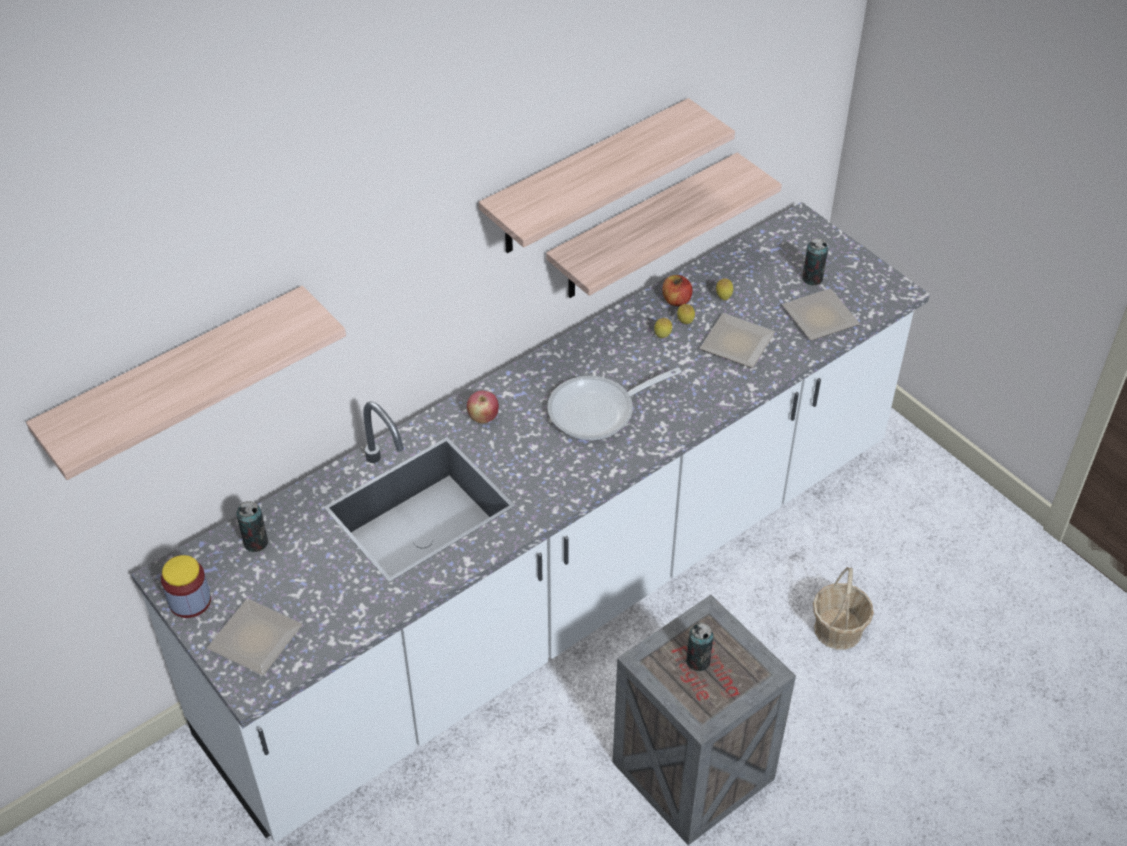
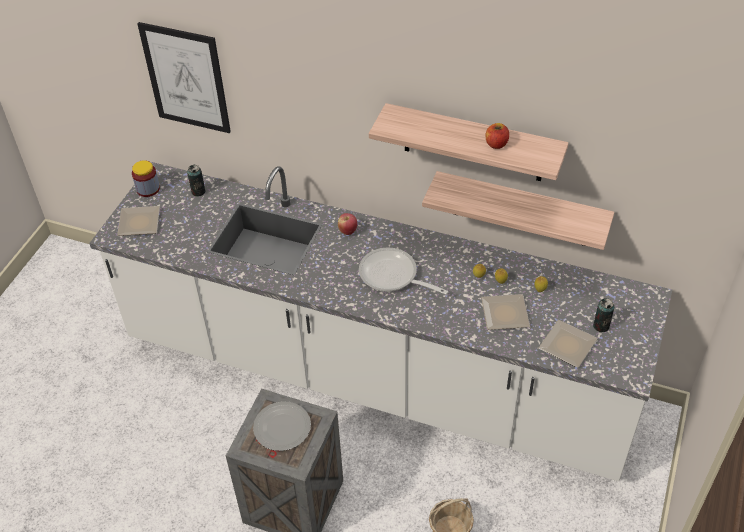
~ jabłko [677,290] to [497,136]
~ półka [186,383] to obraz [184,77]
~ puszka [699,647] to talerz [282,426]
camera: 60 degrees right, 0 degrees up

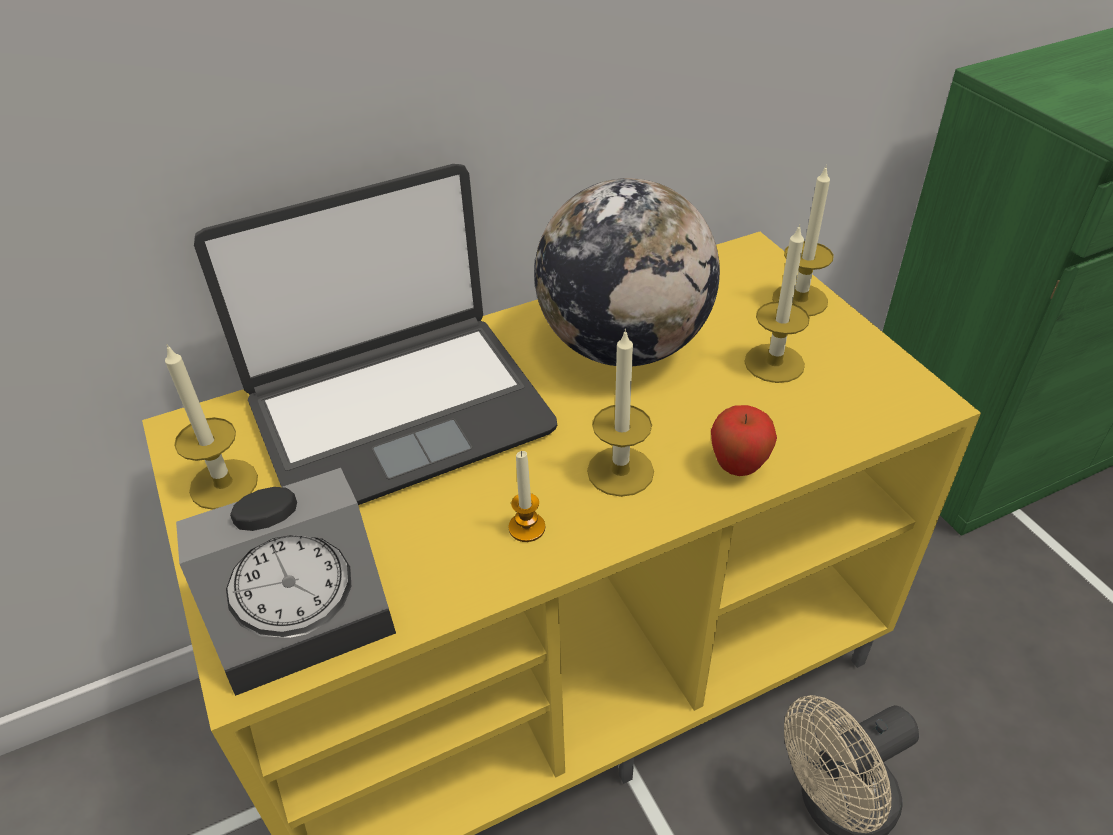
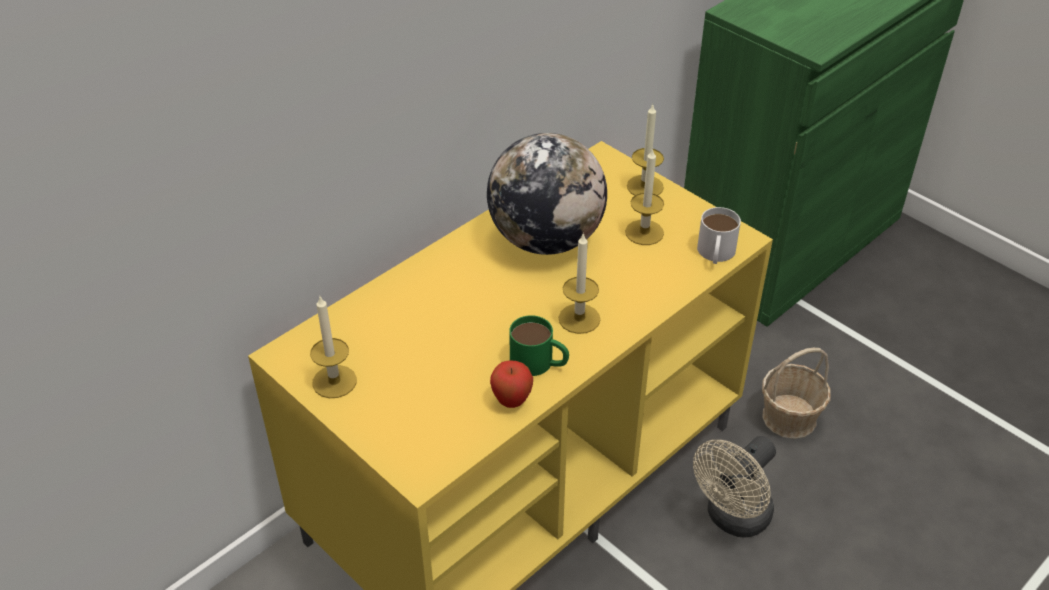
- budzik [286,582]
- laptop [375,334]
+ kubek (biały) [719,235]
+ koszyk [796,393]
~ jabłko [744,440] to [511,384]
~ świeca [527,496] to kubek (zielony) [539,345]
camera: 20 degrees left, 0 degrees up

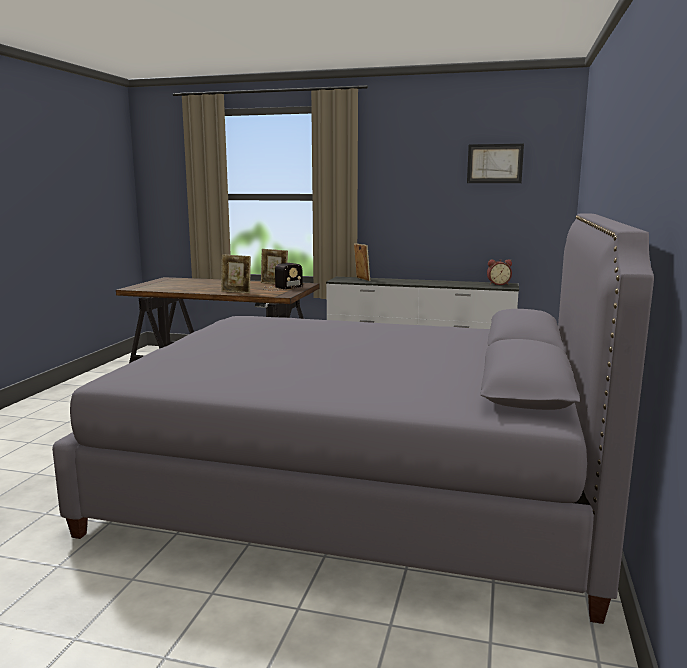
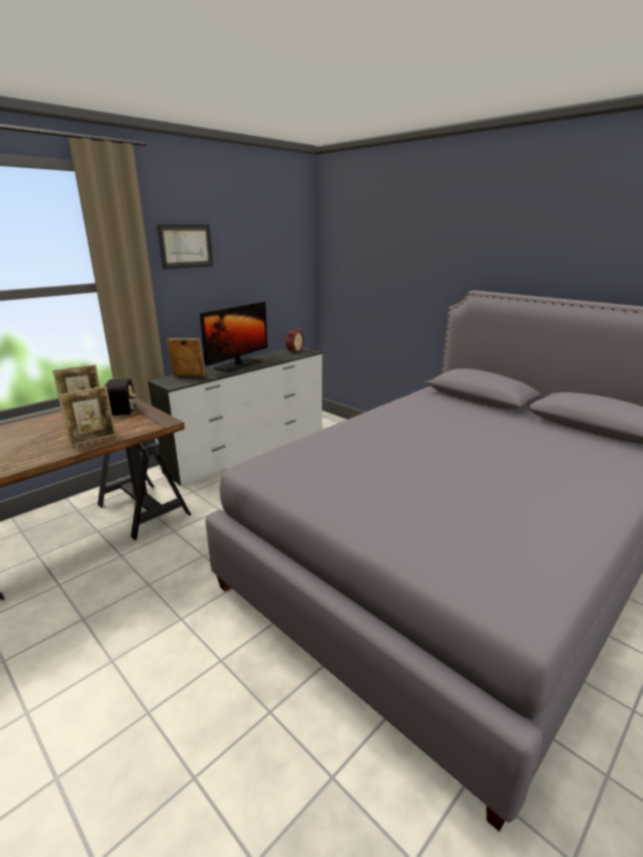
+ monitor [234,337]
~ obraz [495,163] to [185,246]
camera: 60 degrees left, 10 degrees up

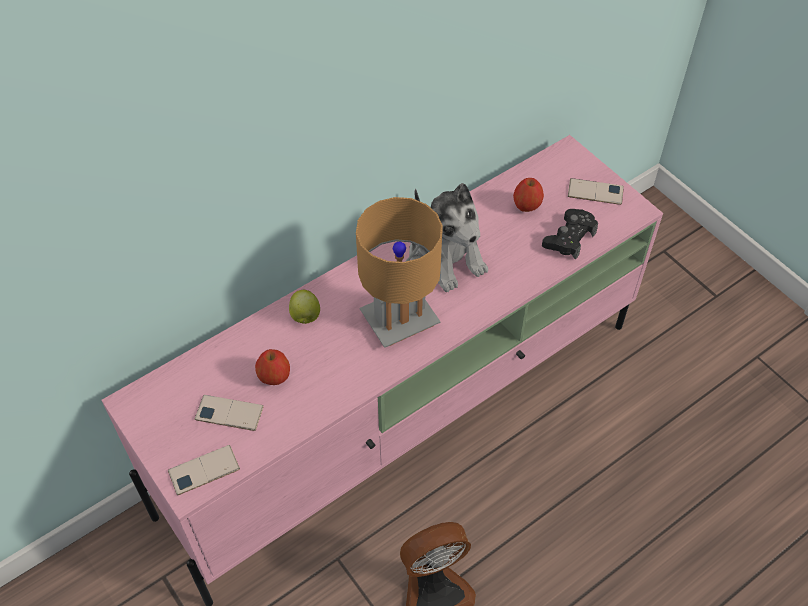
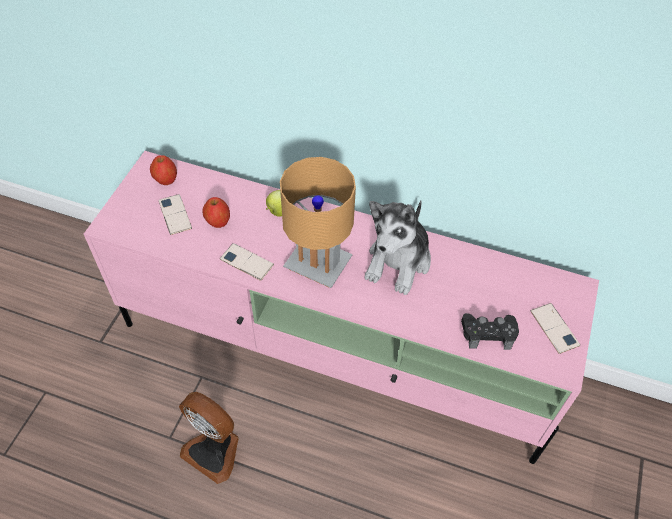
~ telefon [204,470] to [247,262]
~ jabłko [528,195] to [163,170]
camera: 55 degrees right, 0 degrees up

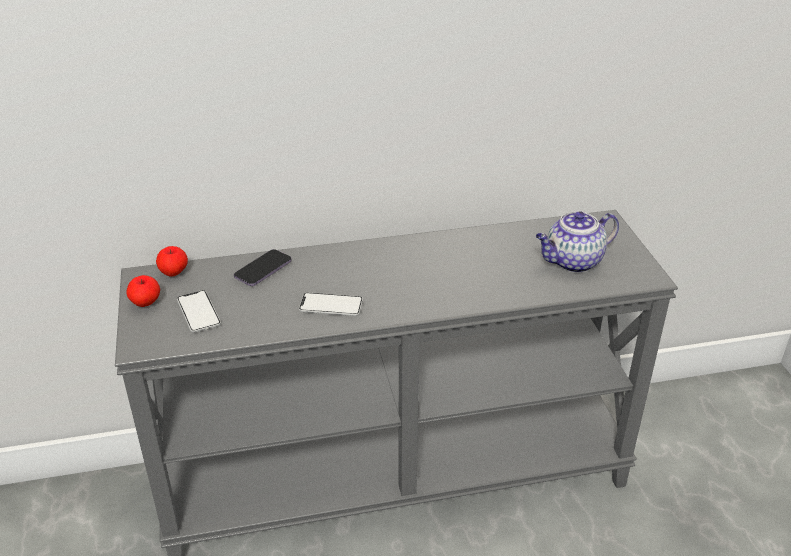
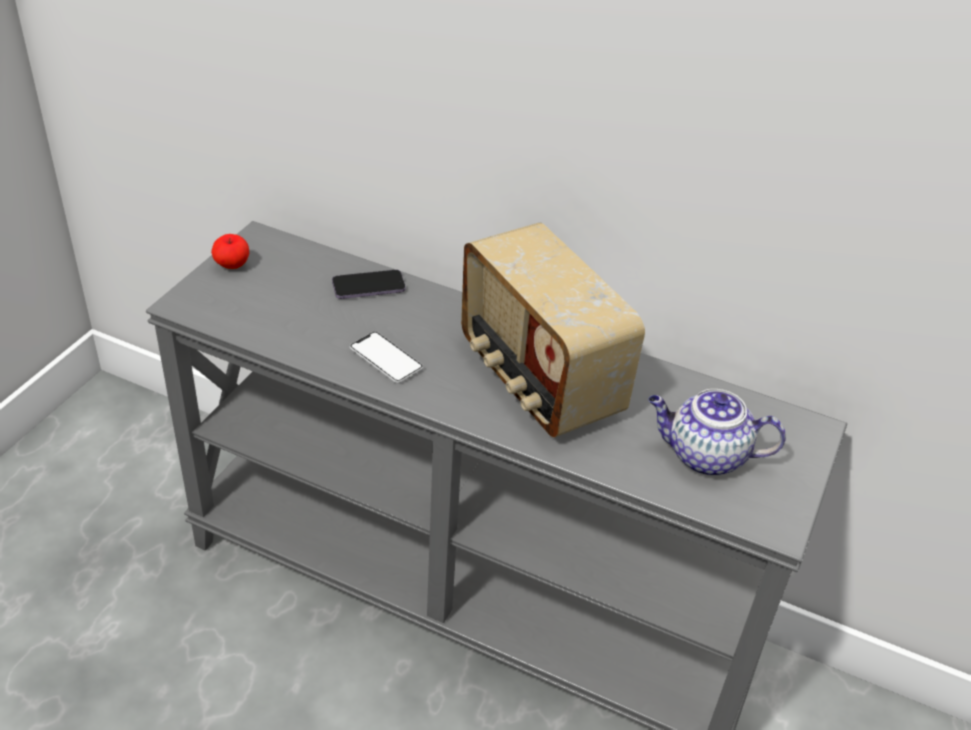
- jabłko [172,261]
- telefon [199,311]
+ radio [553,330]
camera: 35 degrees right, 5 degrees up

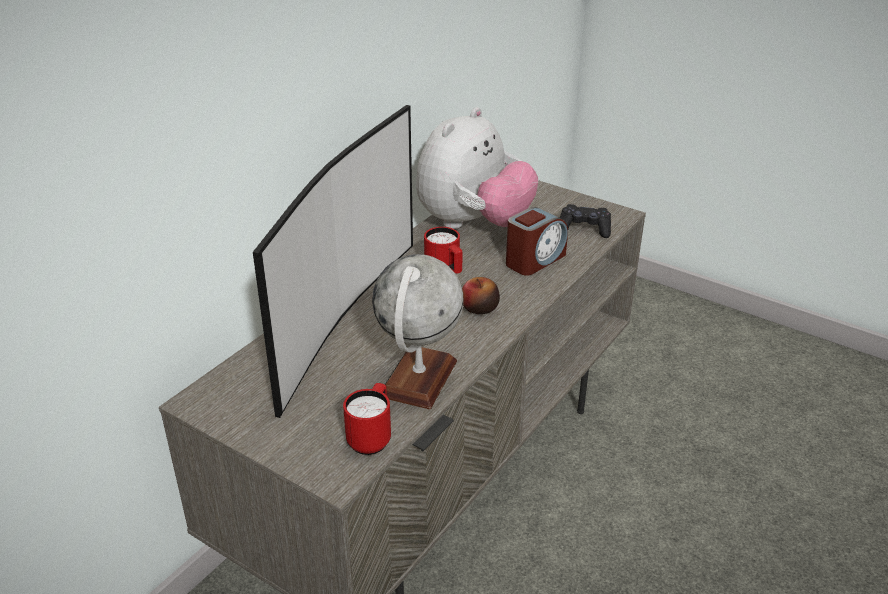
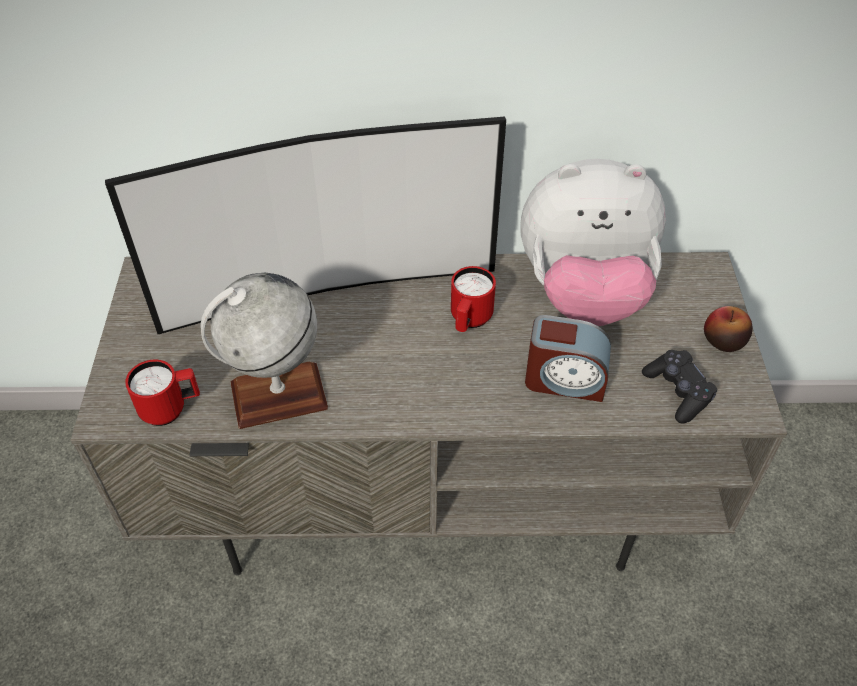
~ jabłko [481,295] to [728,329]
camera: 55 degrees right, 15 degrees up

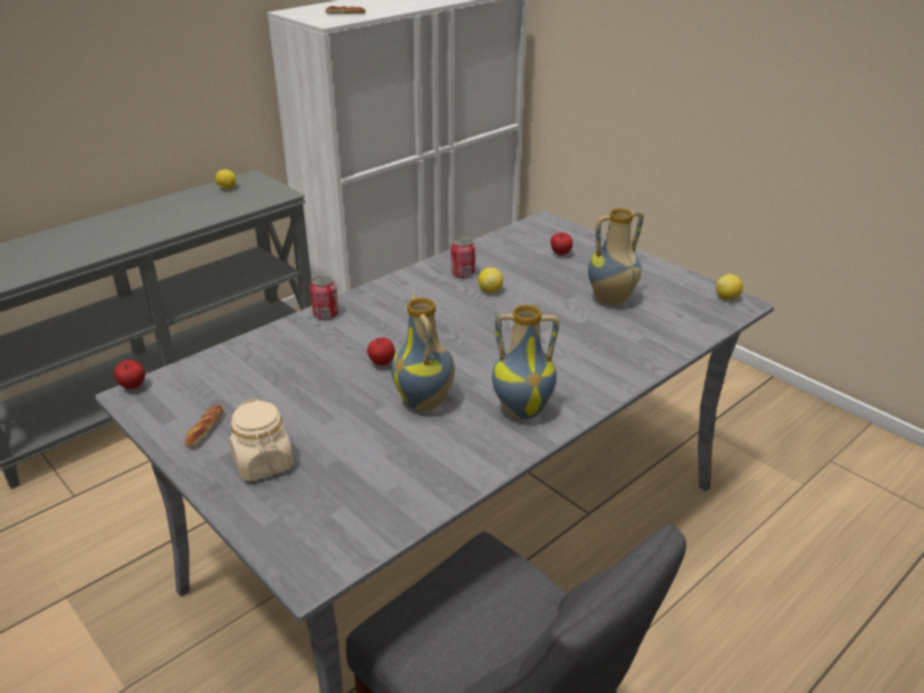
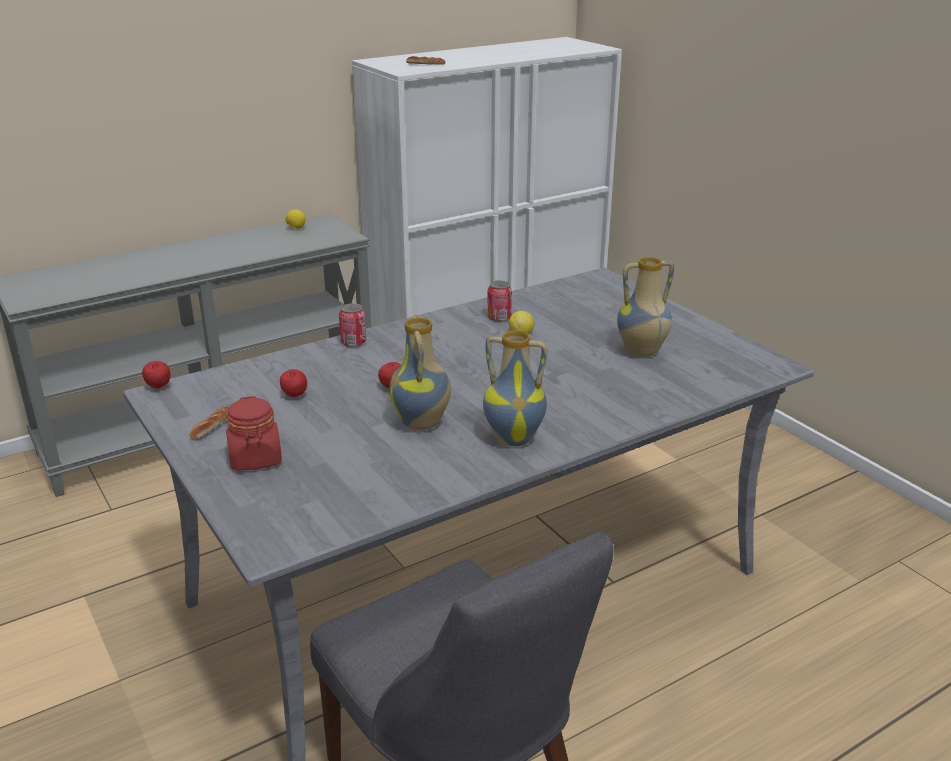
- cytryna [729,287]
~ jabłko [562,243] to [293,383]
~ słoik (beżowy) [262,440] to słoik (czerwony) [254,433]
camera: 10 degrees right, 5 degrees down

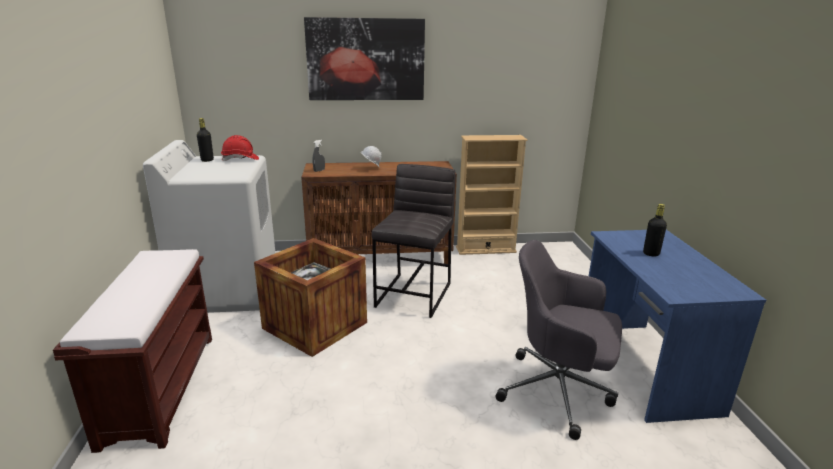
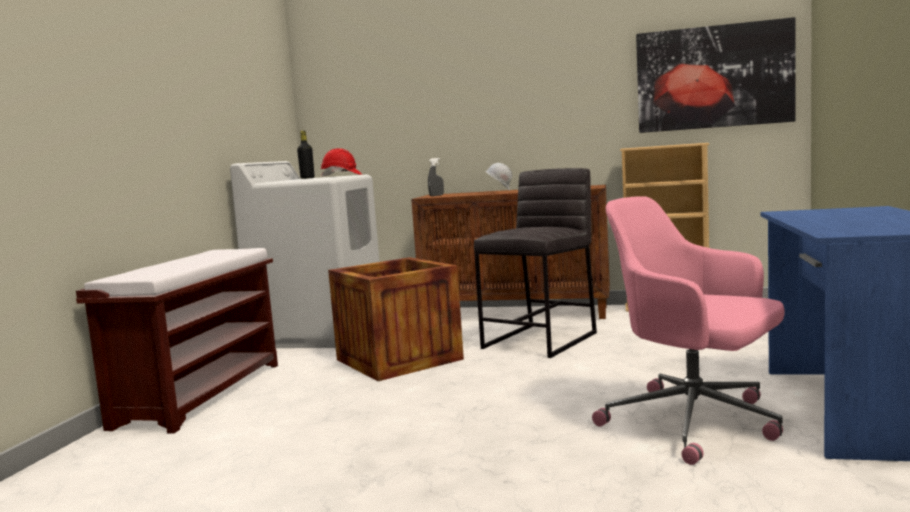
- butelka (czarny) [655,230]
~ obraz [364,58] to [715,75]
~ krzesło biurowe (szary) [559,340] to krzesło biurowe (różowy) [688,330]
camera: 20 degrees right, 15 degrees down

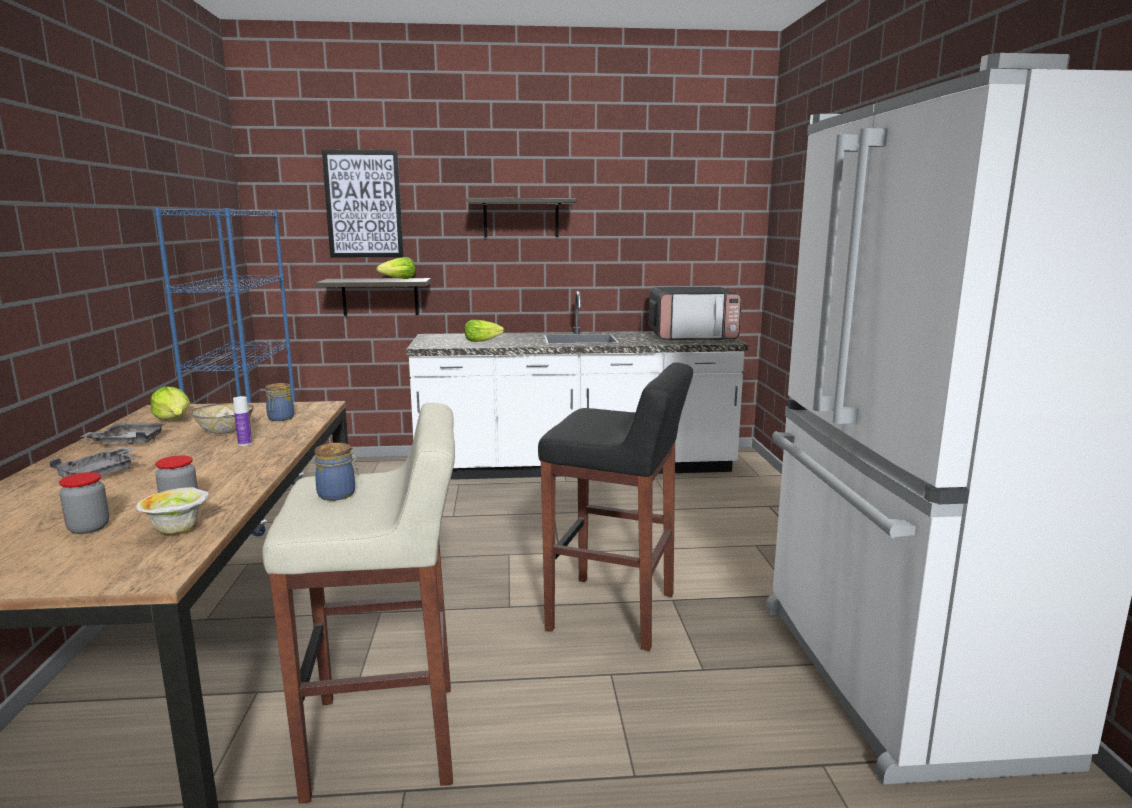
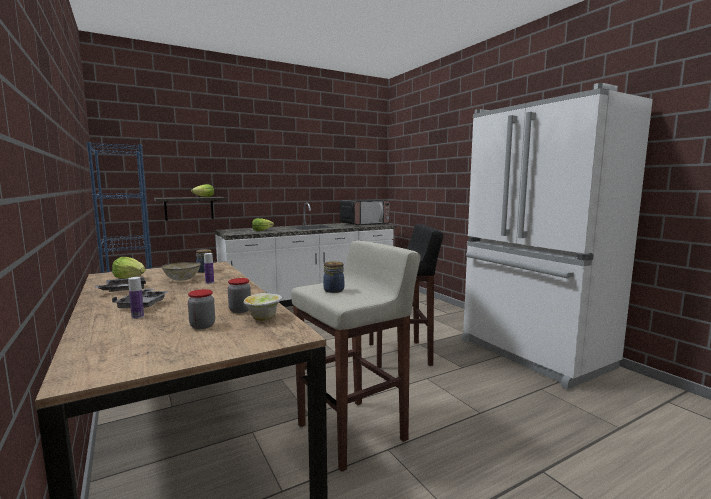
- obraz [363,203]
- półka [522,218]
+ butelka [136,298]
camera: 25 degrees left, 5 degrees down

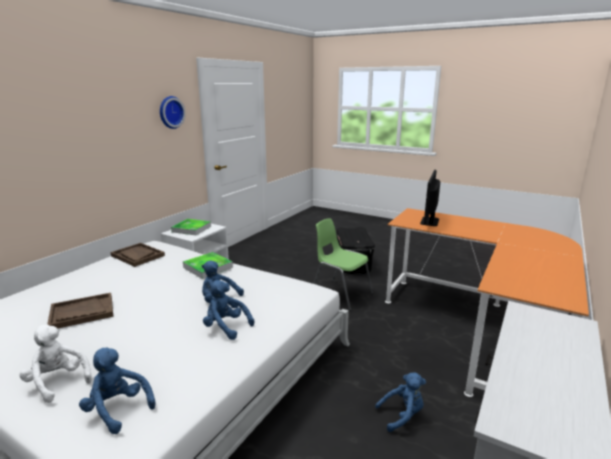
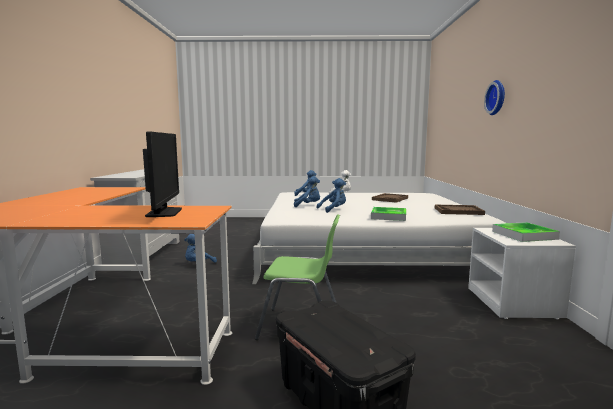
~ zegar ścienny [173,112] to [494,97]
camera: 150 degrees right, 10 degrees down

